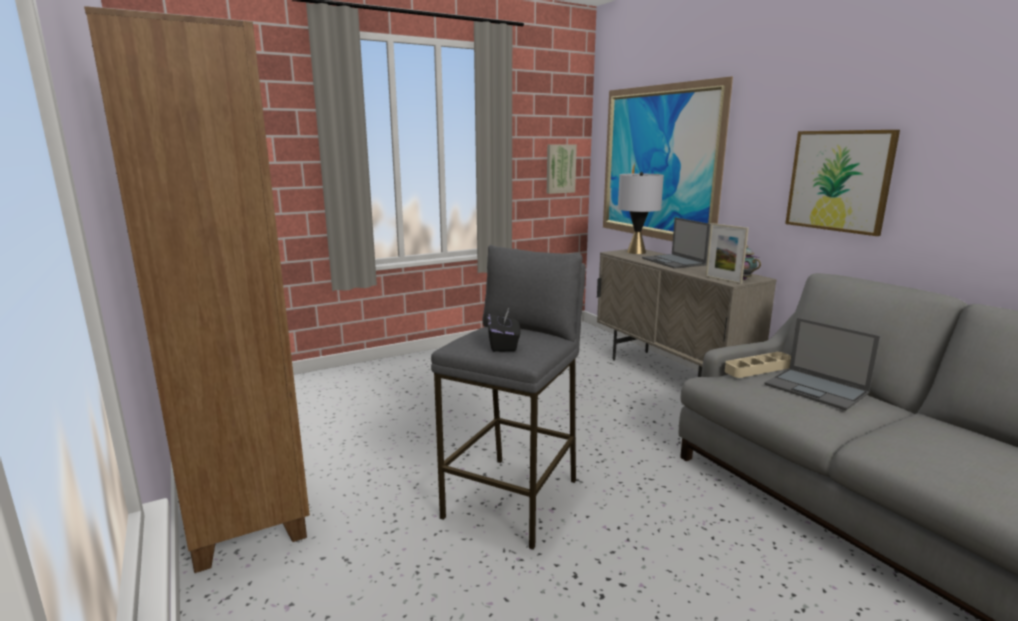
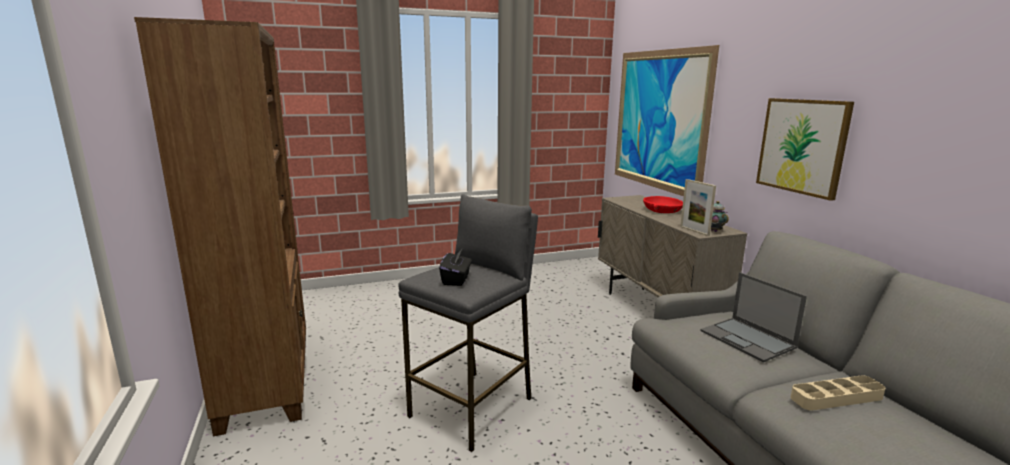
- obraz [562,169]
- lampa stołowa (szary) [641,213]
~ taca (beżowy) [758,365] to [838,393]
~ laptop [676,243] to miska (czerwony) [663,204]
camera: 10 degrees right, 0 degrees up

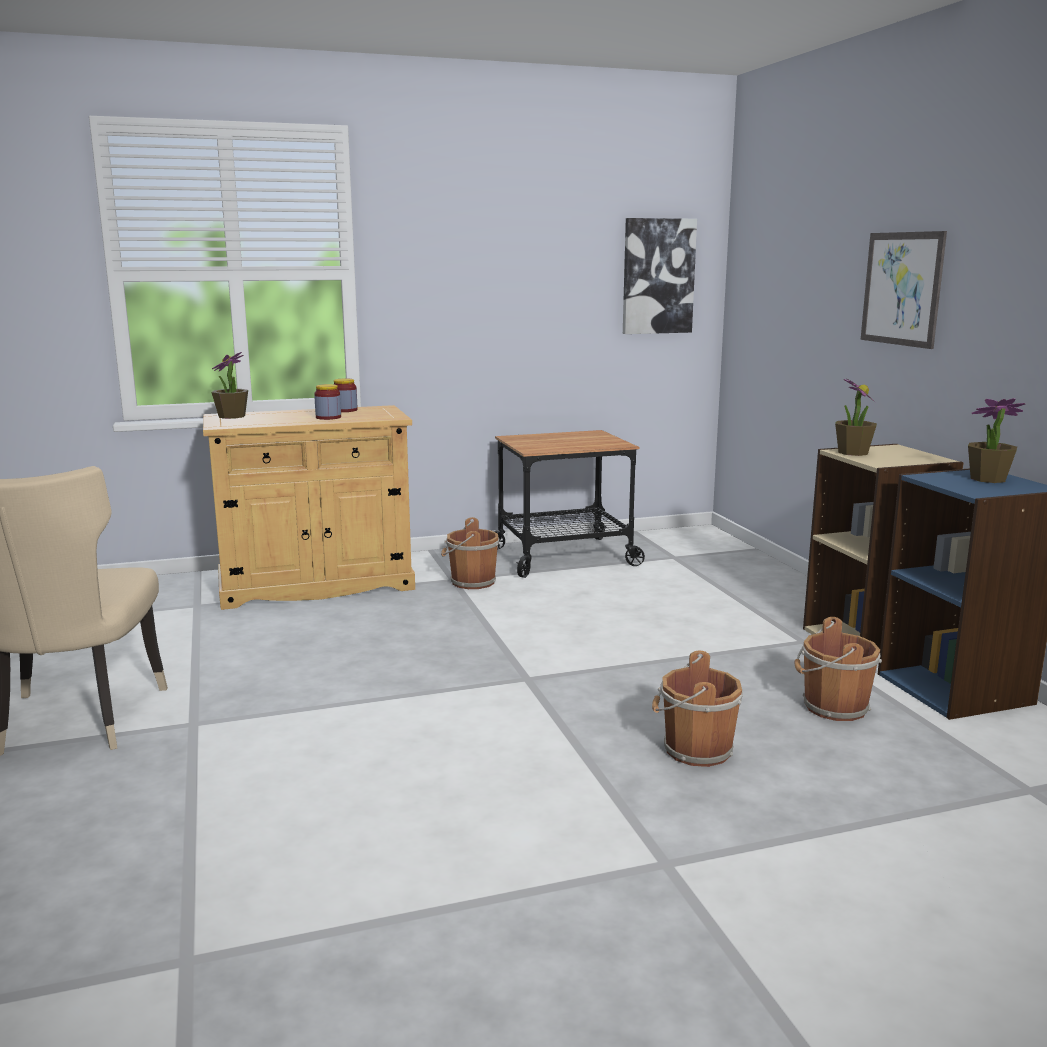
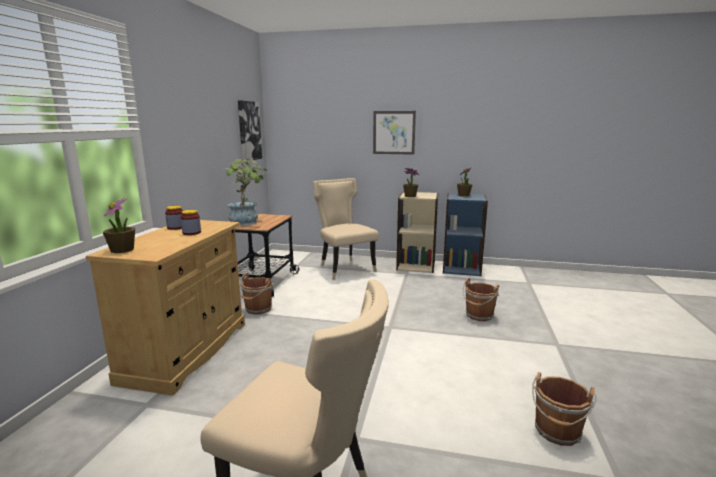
+ roślina doniczkowa [246,192]
+ krzesło (beżowy) [346,229]
~ wiadro (brązowy) [838,669] to [564,409]
camera: 60 degrees left, 0 degrees up

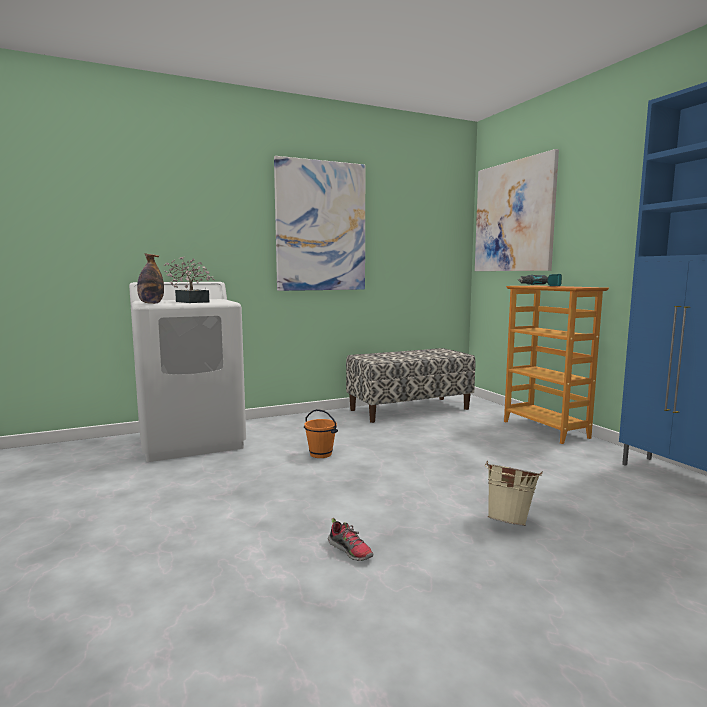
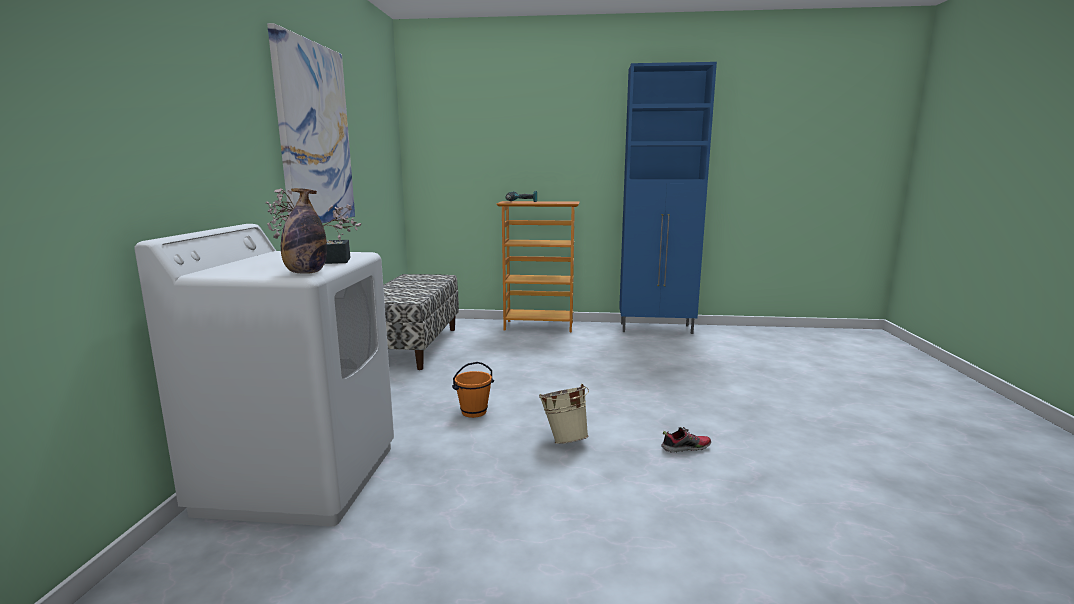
- obraz [517,210]
~ wiadro (beżowy) [514,493] to [564,414]
camera: 60 degrees left, 5 degrees up

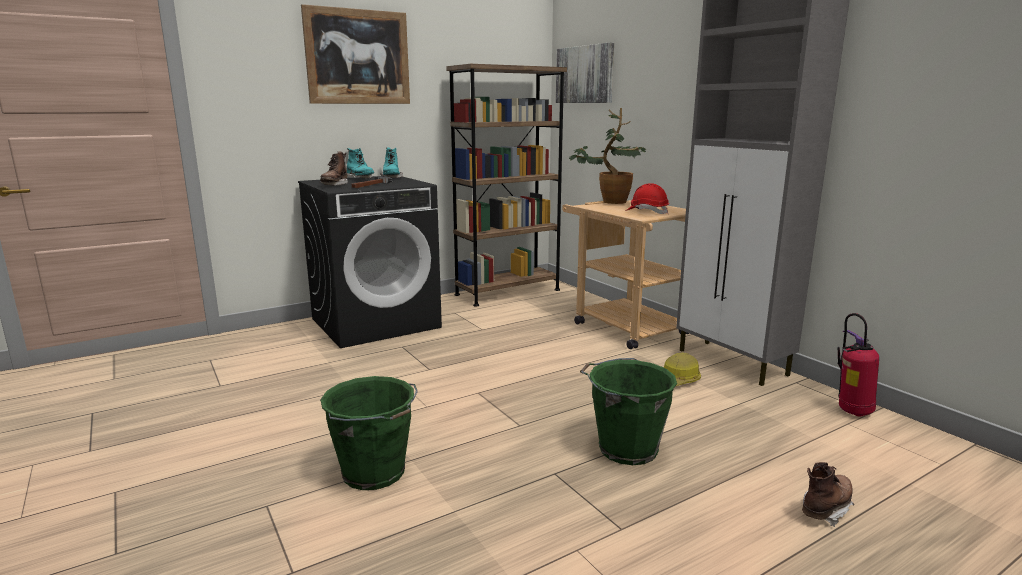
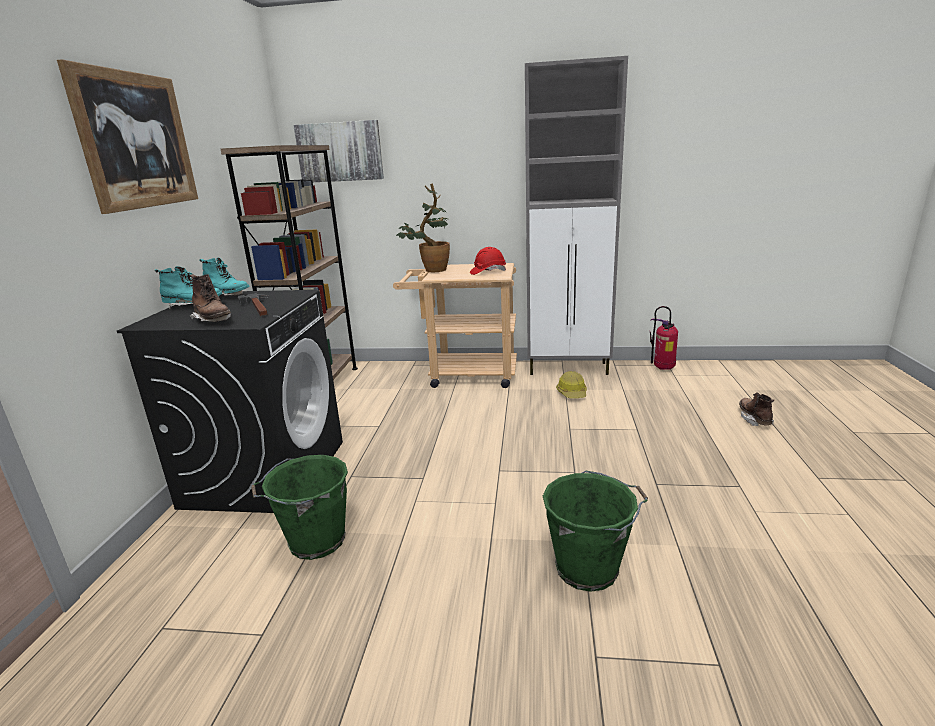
~ wiadro (zielony) [628,411] to [299,507]
camera: 50 degrees left, 5 degrees up

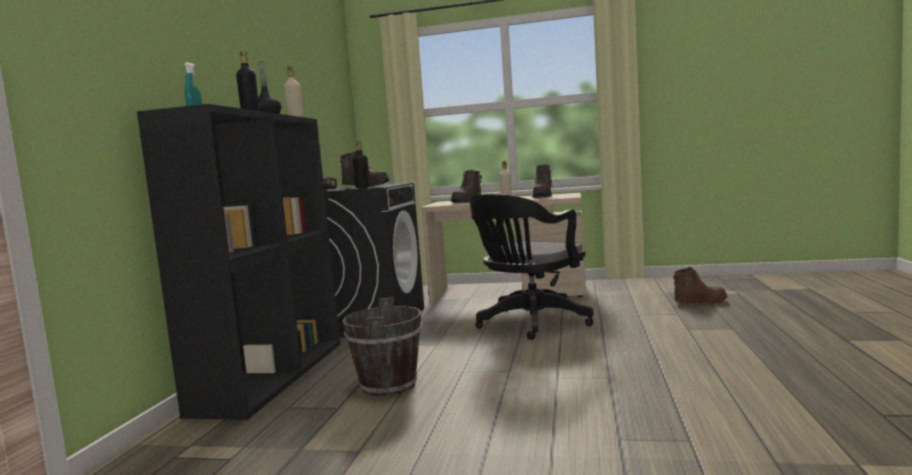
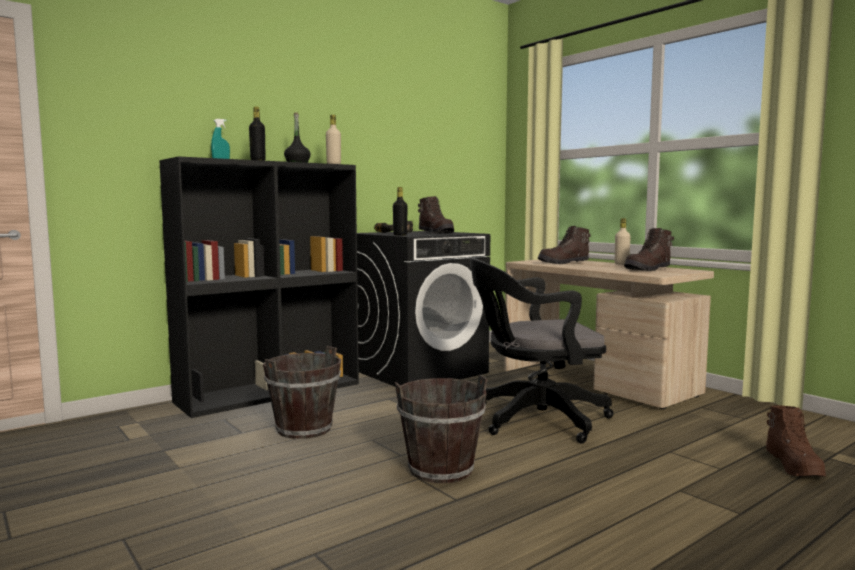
+ wiadro (brązowy) [441,429]
~ but z cholewką (brązowy) [700,285] = [796,441] 60 degrees clockwise
camera: 40 degrees right, 0 degrees up

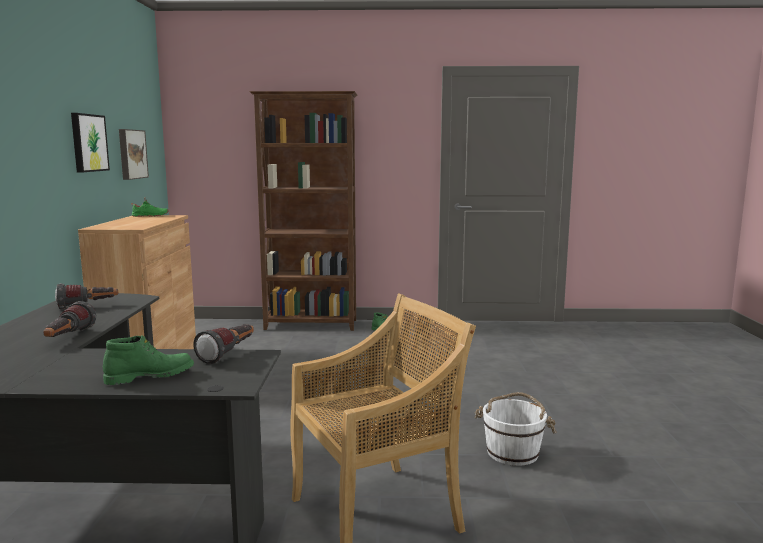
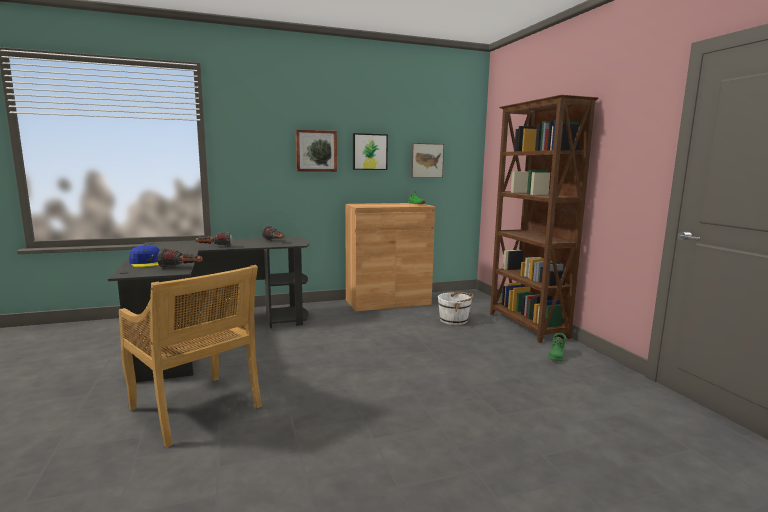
+ obraz [316,150]
~ wiadro (biały) [515,429] to [456,308]
~ but z cholewką (zielony) [148,360] to czapka z daszkiem (niebieski) [144,256]
camera: 70 degrees right, 0 degrees up

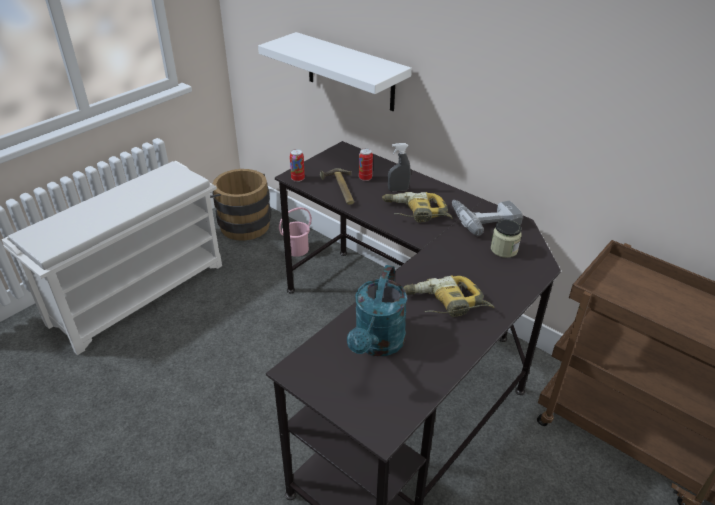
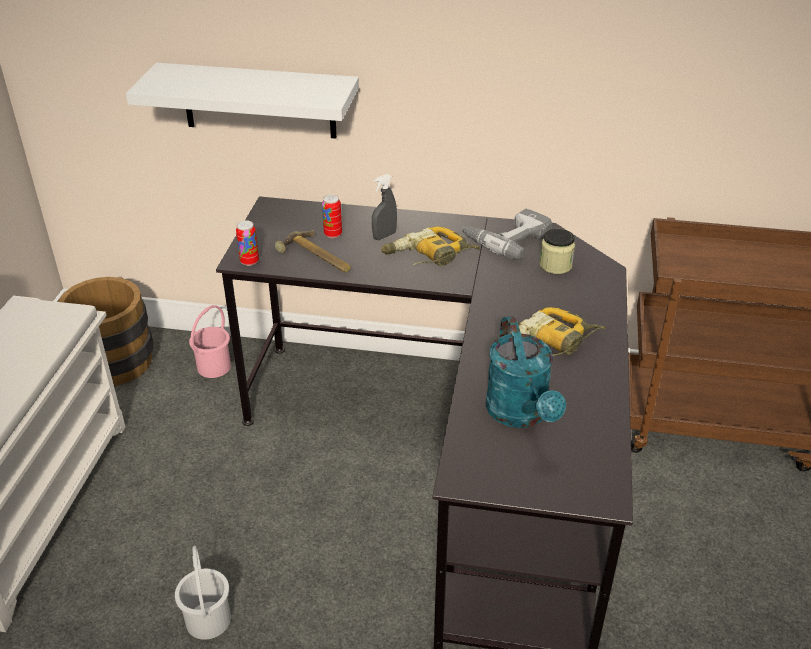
+ wiadro (biały) [203,593]
camera: 30 degrees left, 0 degrees up

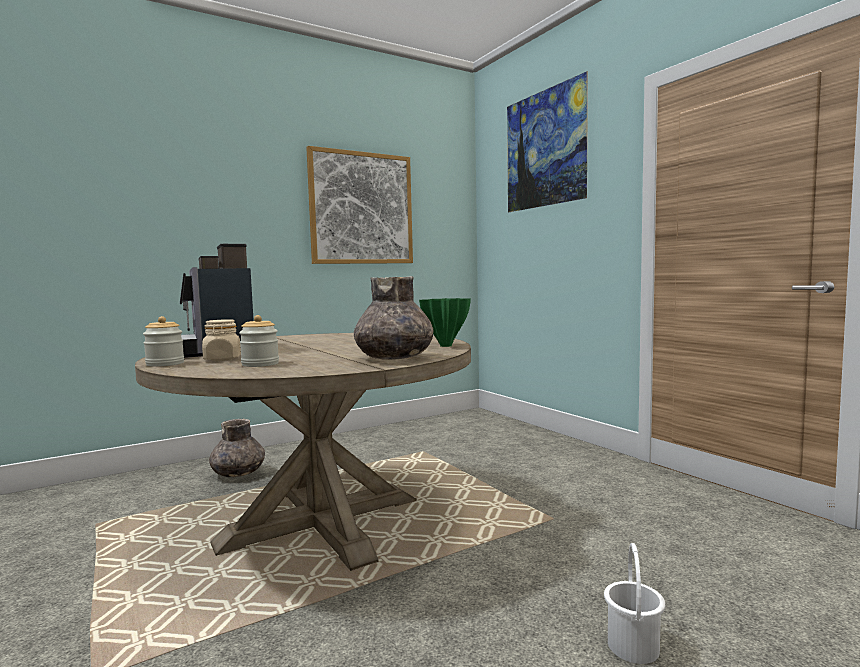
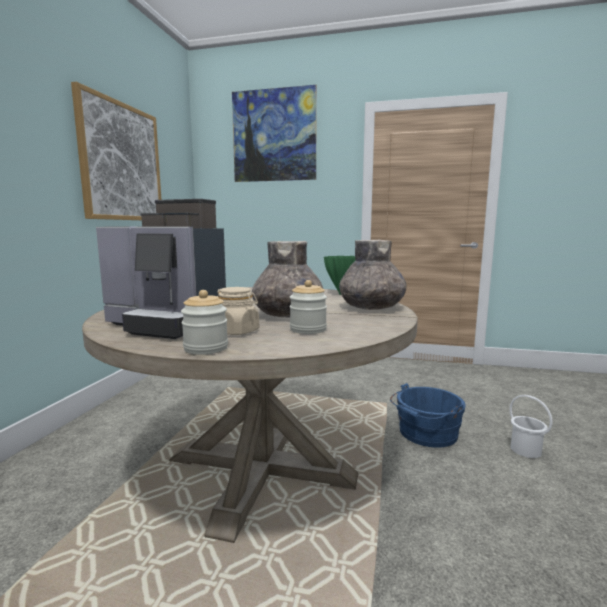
+ wiadro (niebieski) [428,415]
~ wazon (szary) [237,448] to [288,279]
camera: 45 degrees left, 5 degrees up

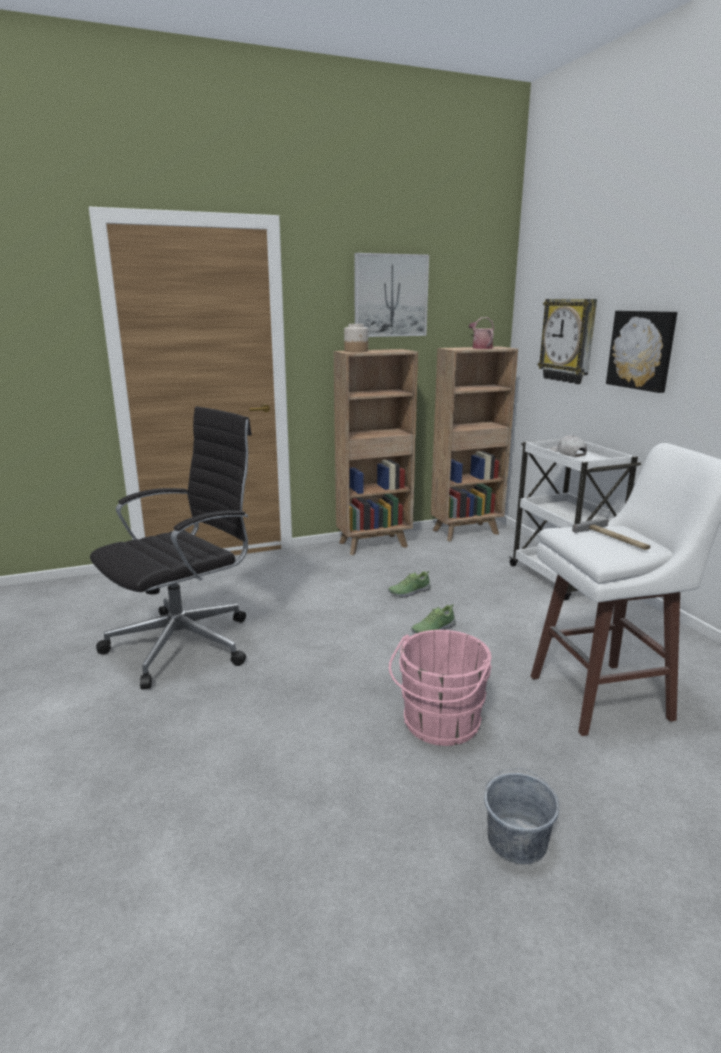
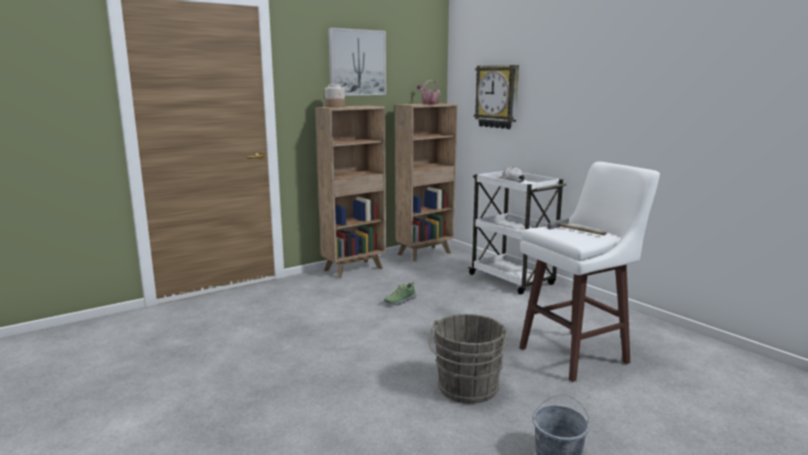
- krzesło biurowe (czarny) [171,547]
- but [434,619]
- obraz [641,352]
~ wiadro (różowy) [440,688] to wiadro (szary) [468,359]
camera: 15 degrees left, 5 degrees down

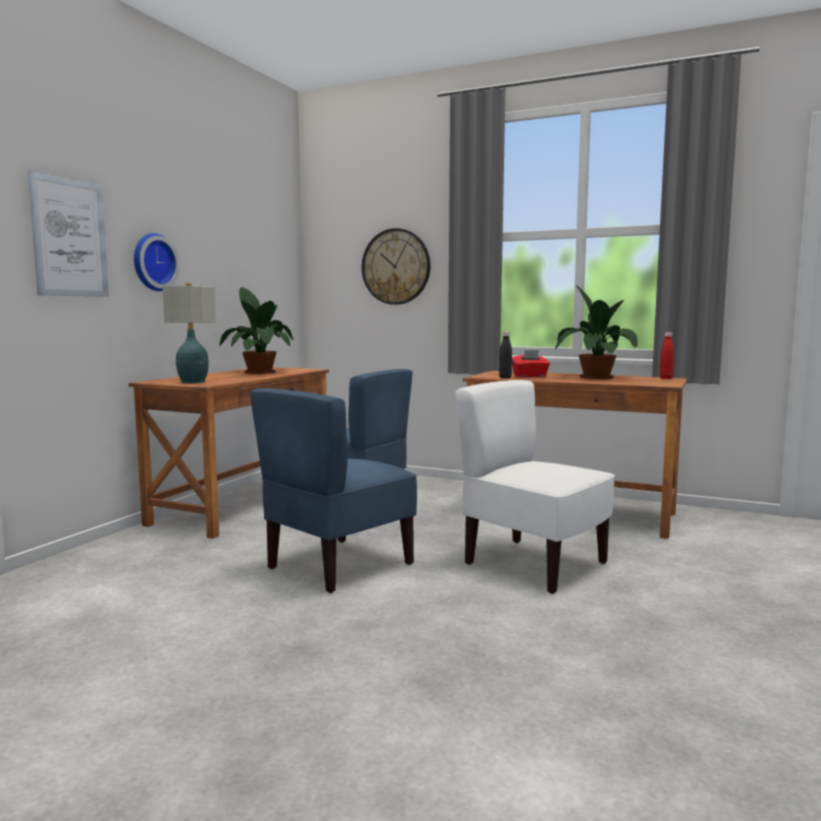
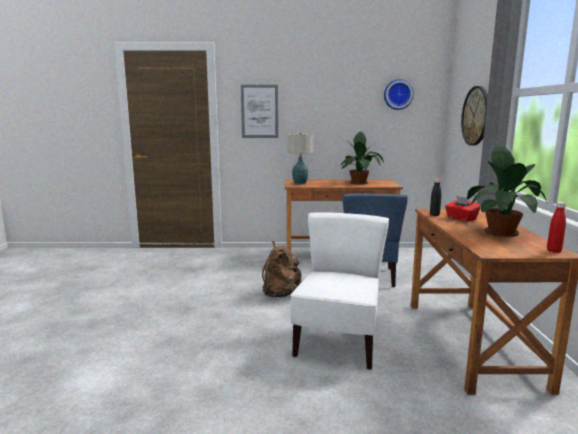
~ zegar ścienny [157,262] to [399,94]
~ krzesło (niebieski) [333,490] to plecak (brązowy) [282,269]
camera: 65 degrees right, 5 degrees up

